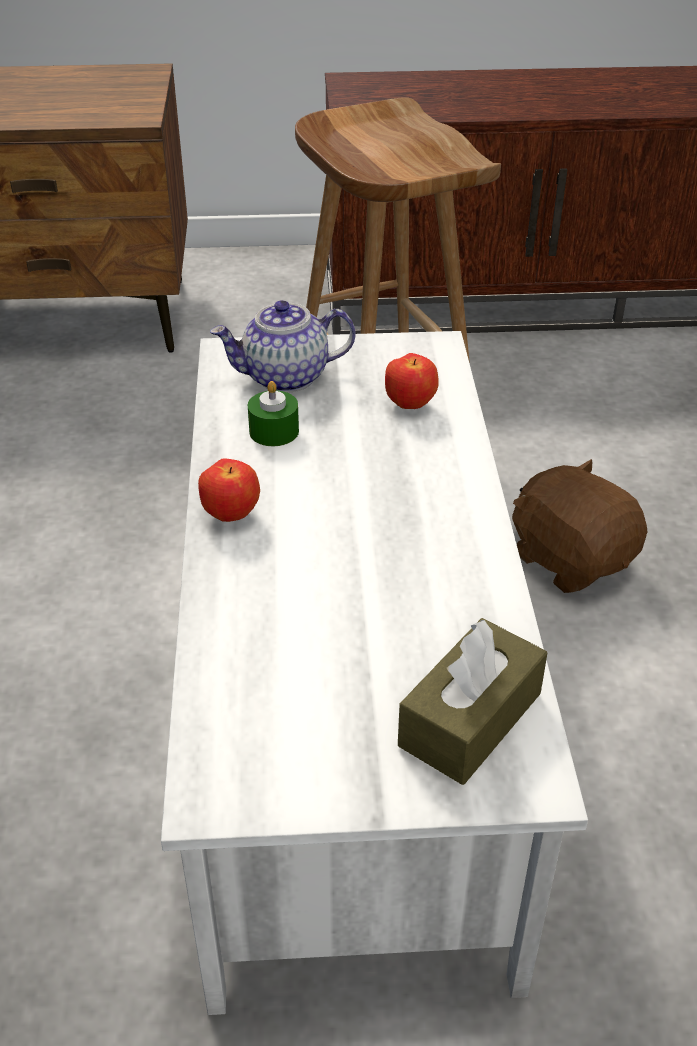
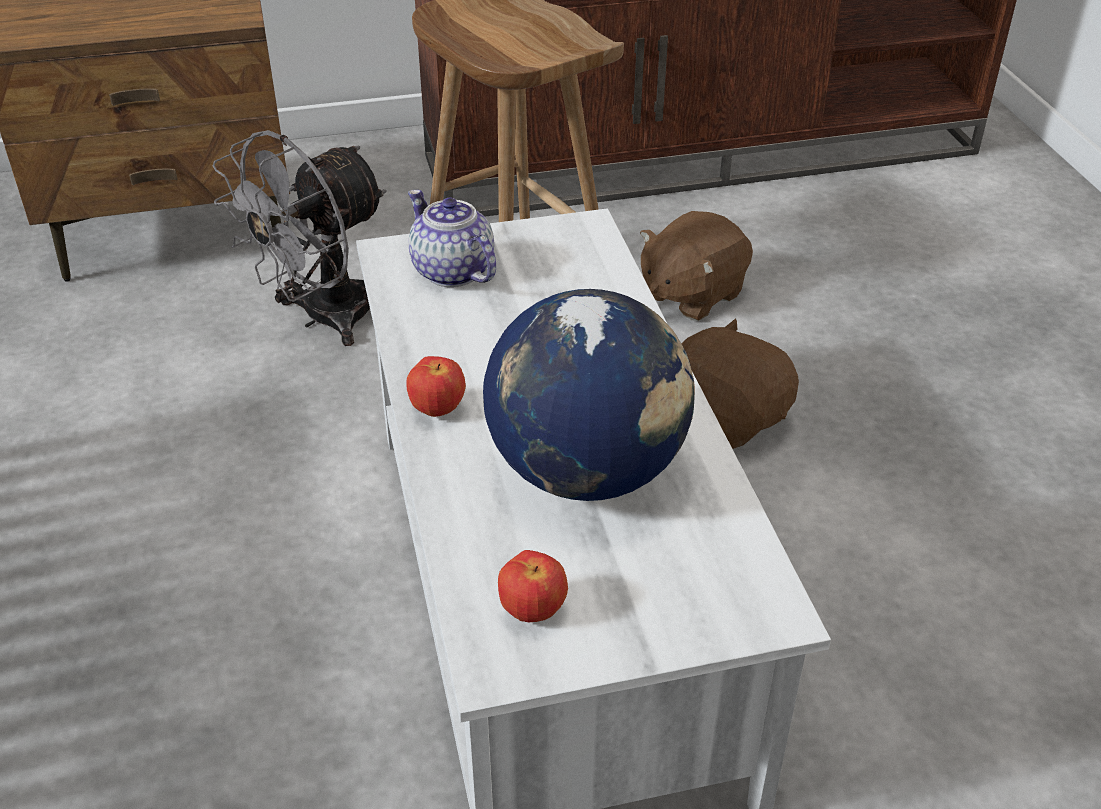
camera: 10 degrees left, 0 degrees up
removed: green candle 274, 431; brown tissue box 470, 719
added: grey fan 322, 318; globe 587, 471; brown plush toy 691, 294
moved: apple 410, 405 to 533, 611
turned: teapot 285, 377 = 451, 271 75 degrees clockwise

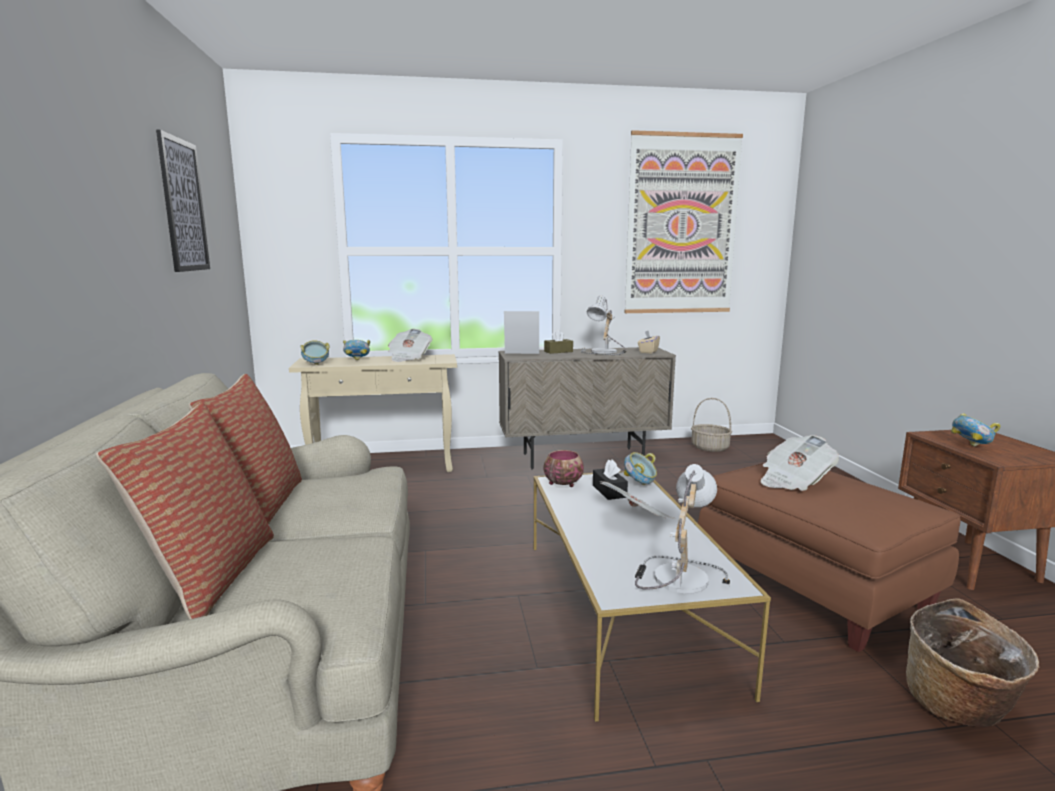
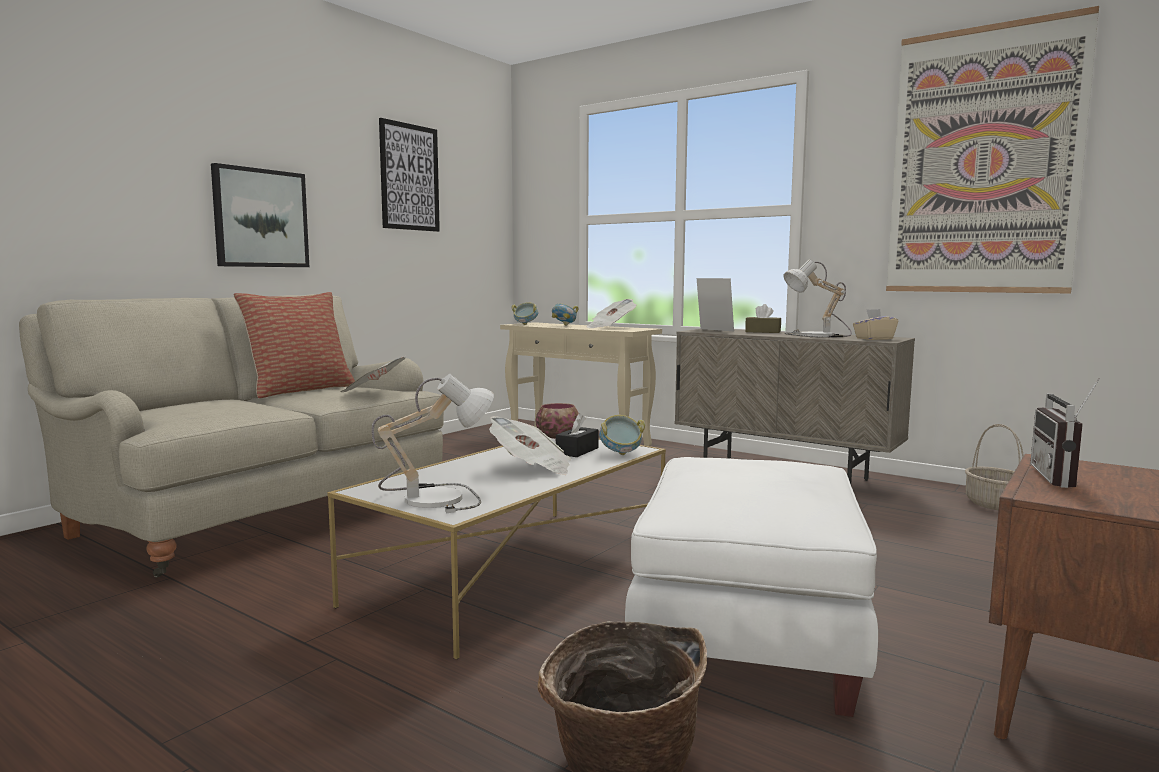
camera: 45 degrees right, 5 degrees down
removed: pillow 210, 576
added: picture 260, 218
moved: newspaper 793, 481 to 373, 393
replaced: bowl 970, 446 to radio 1064, 479
recoloured: brown ottoman 814, 587 to white ottoman 749, 636

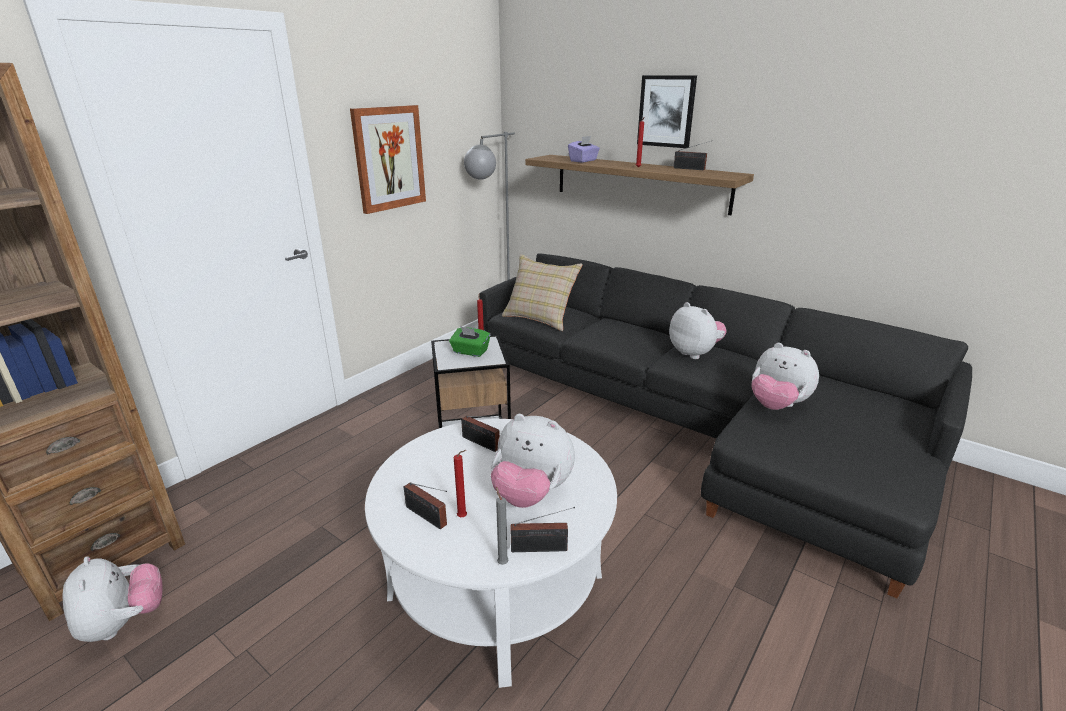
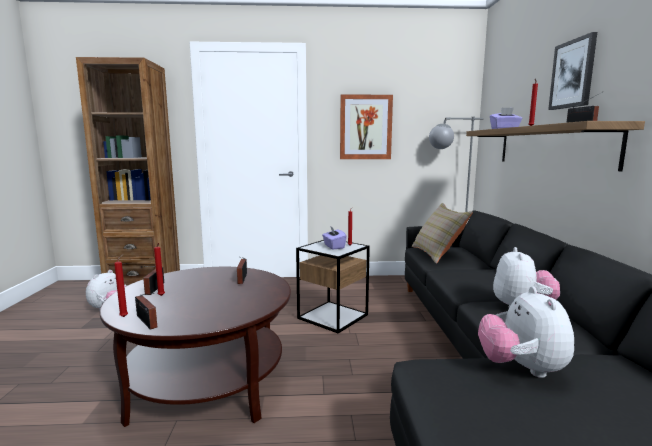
camera: 50 degrees right, 15 degrees down
removed: plush toy 531, 494
recoloured: white coffee table 496, 585 to brown coffee table 207, 383; green tissue box 470, 352 to purple tissue box 333, 246; grey candle 502, 562 to red candle 125, 316

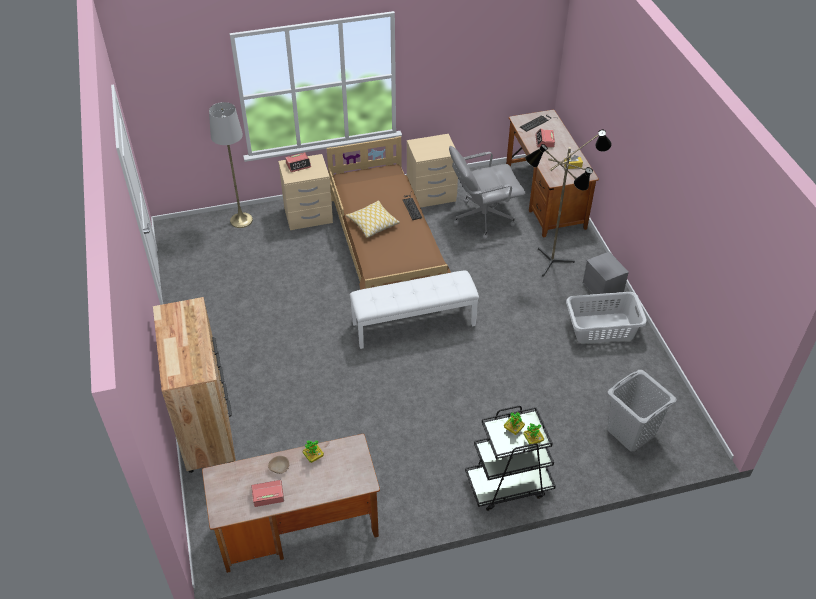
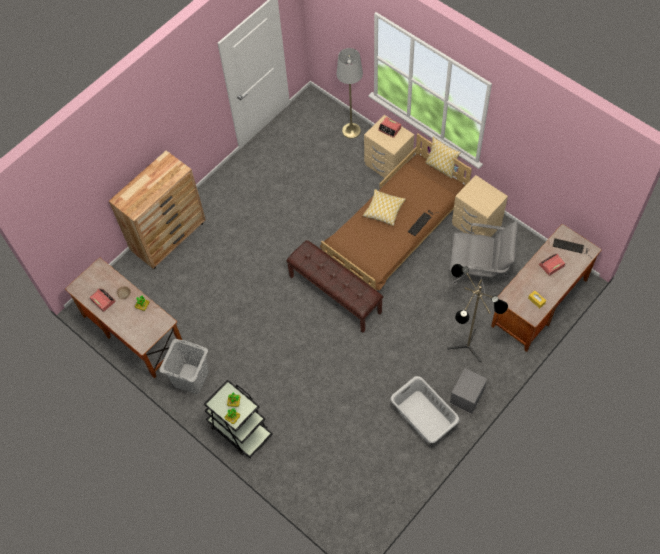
camera: 60 degrees right, 15 degrees up
added: pillow 441, 167
moved: grey laundry basket 631, 432 to 191, 378
recoloured: white bench 414, 323 to brown bench 335, 294
turned: grey office chair 482, 218 = 479, 274 150 degrees clockwise

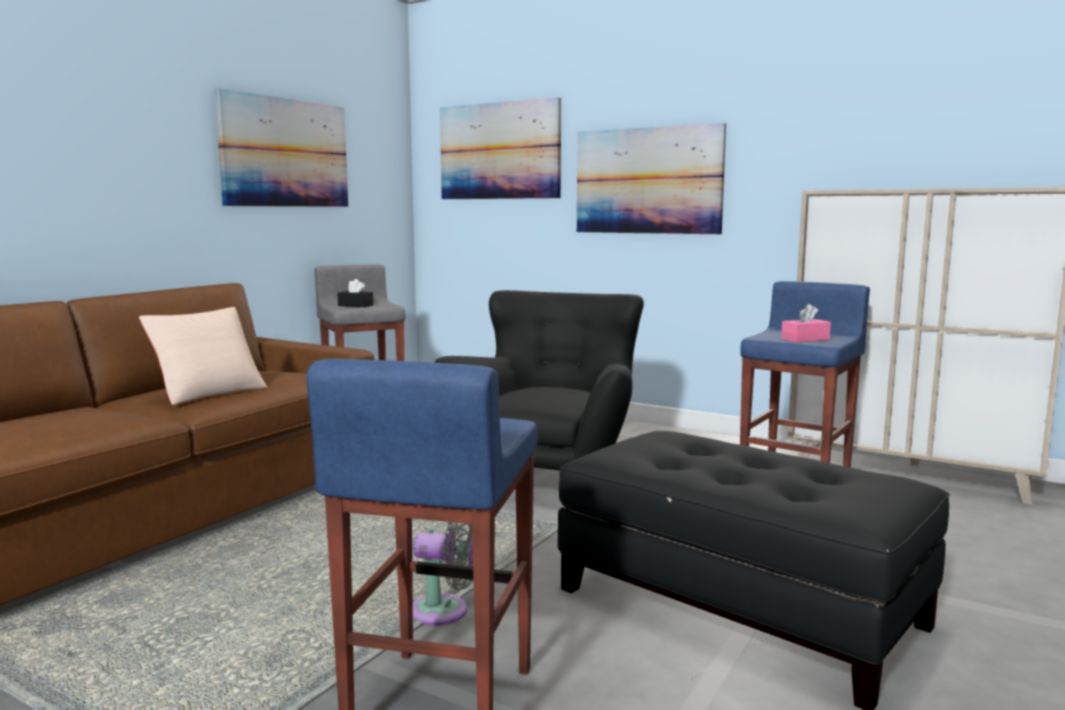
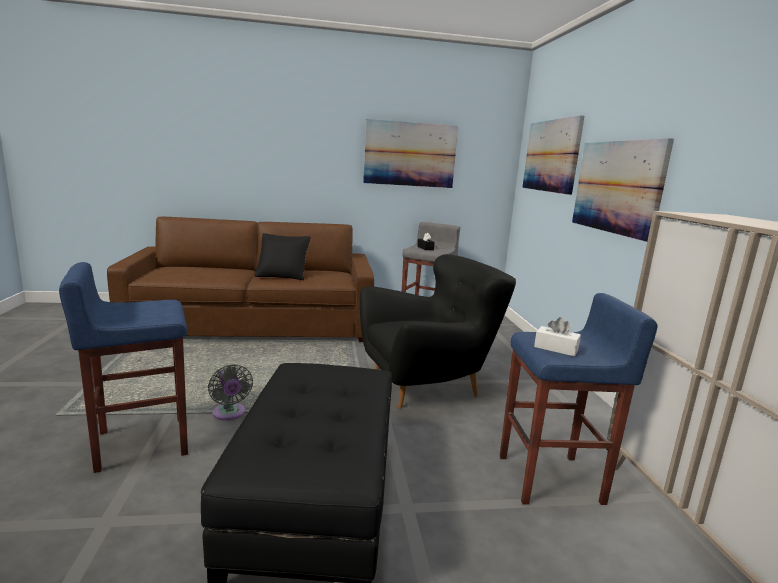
camera: 50 degrees right, 5 degrees up
recoloured: beige pillow 208, 392 to black pillow 283, 275; pink tissue box 805, 339 to white tissue box 556, 348

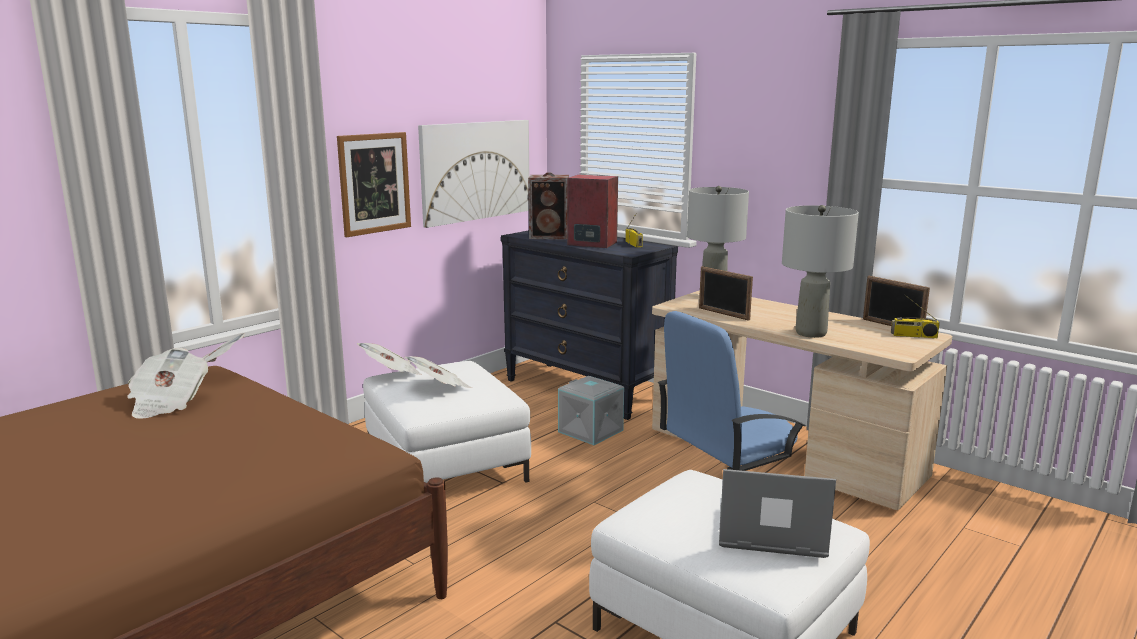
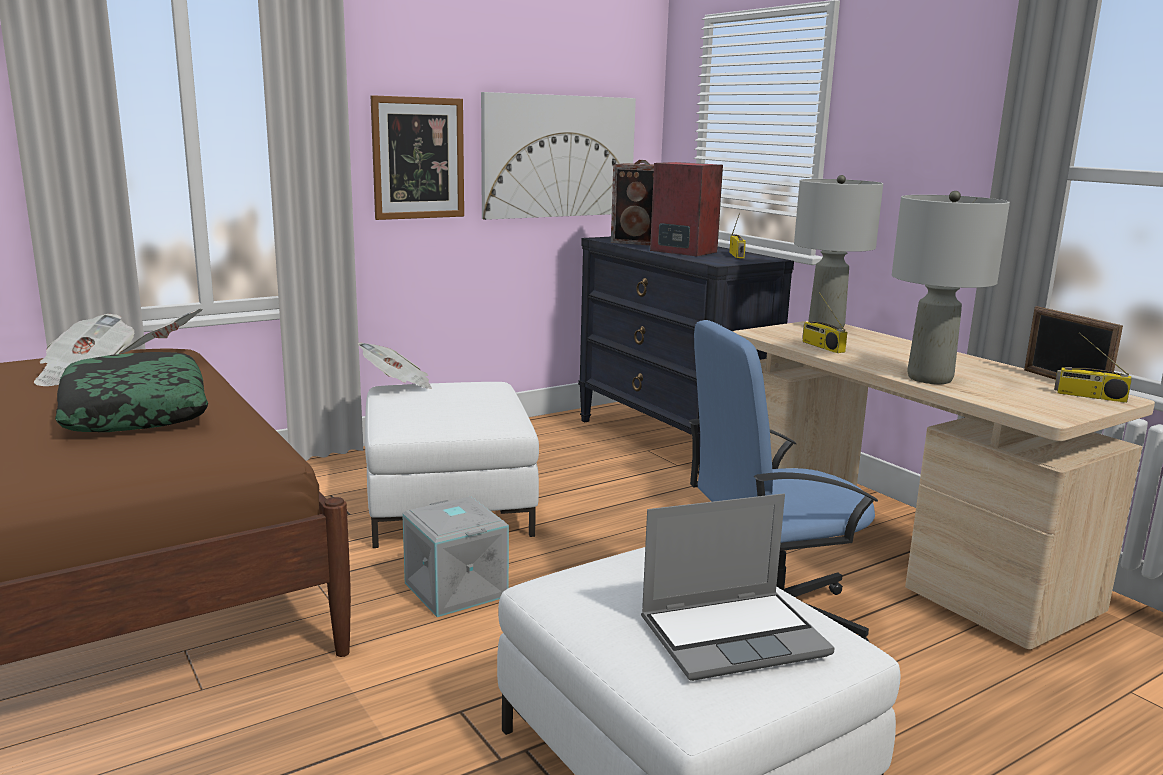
camera: 15 degrees right, 0 degrees up
removed: newspaper 439, 388
added: pillow 134, 411
moved: grey storage box 589, 431 to 454, 590
replaced: picture frame 723, 314 to radio 821, 346
turned: laptop 769, 534 = 734, 636 135 degrees clockwise

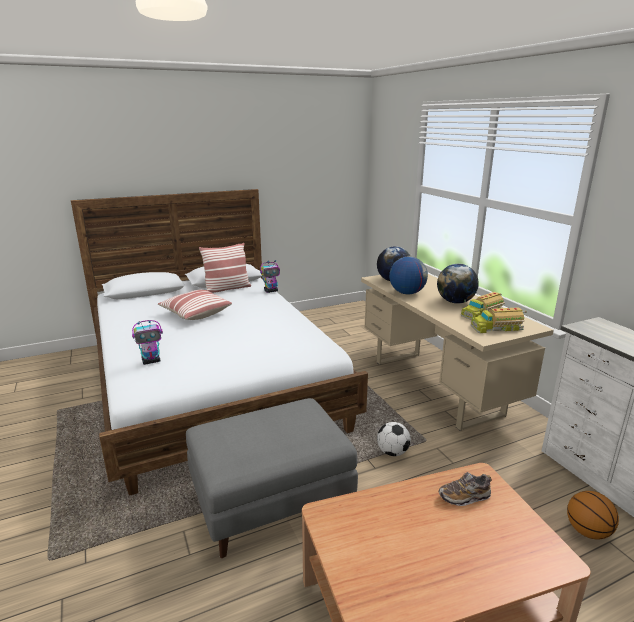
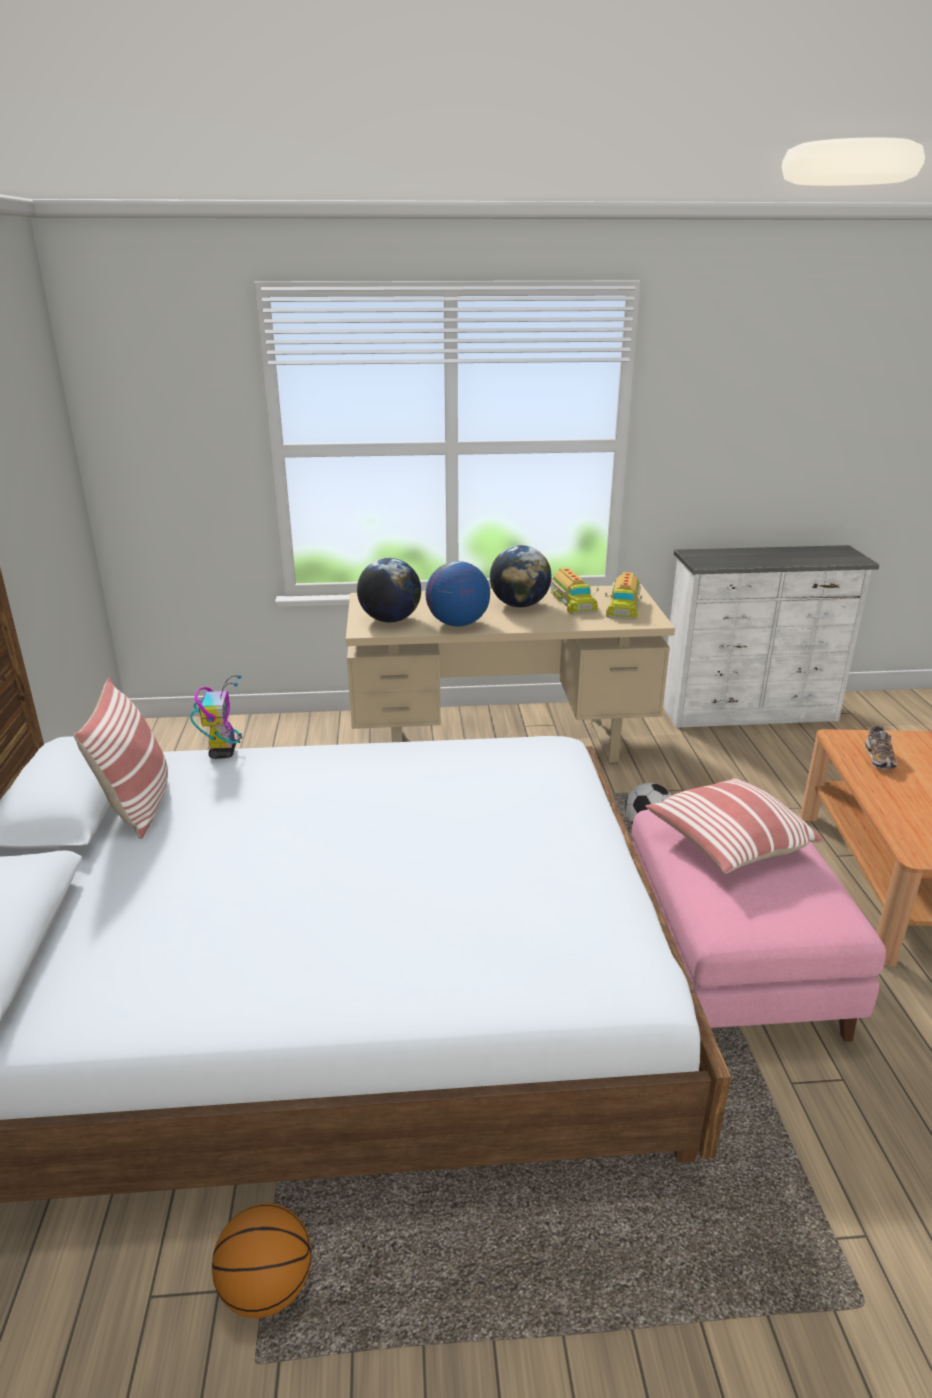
camera: 70 degrees left, 5 degrees up
removed: toy robot 151, 361
moved: pillow 195, 313 to 728, 843; basketball 587, 531 to 267, 1288
recoloured: grey ottoman 272, 499 to pink ottoman 728, 965

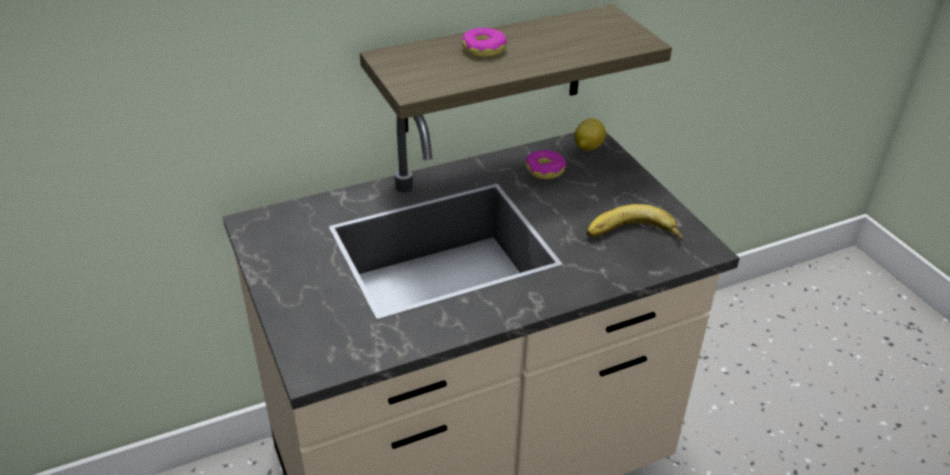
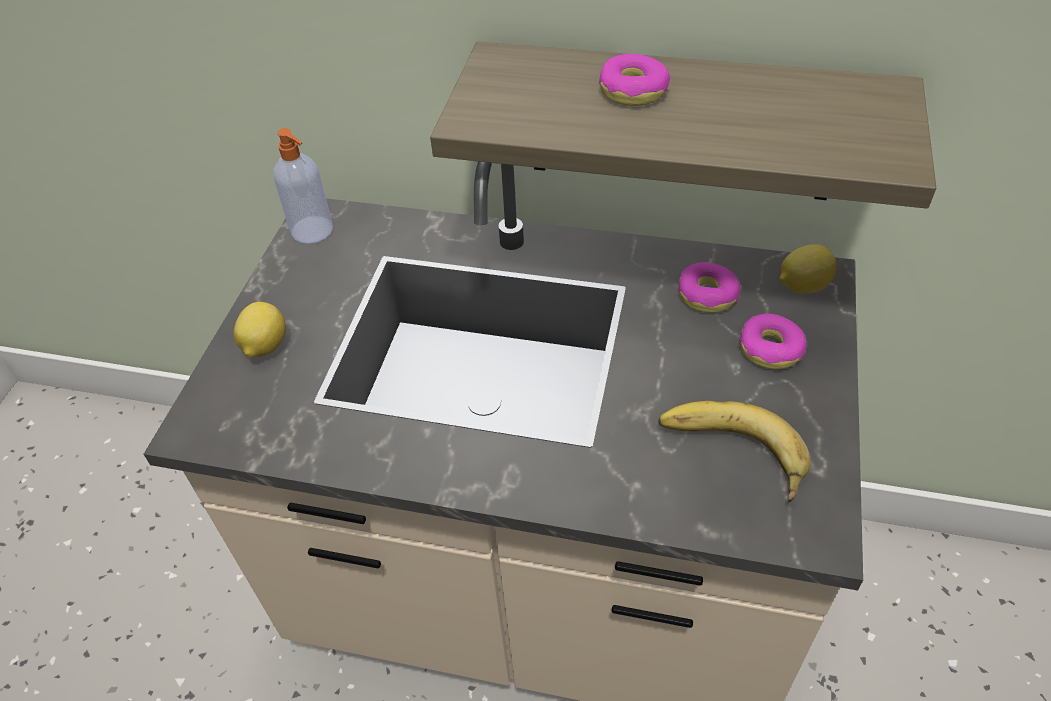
camera: 40 degrees right, 10 degrees up
added: lemon 265, 346; soap dispenser 313, 231; donut 770, 349

